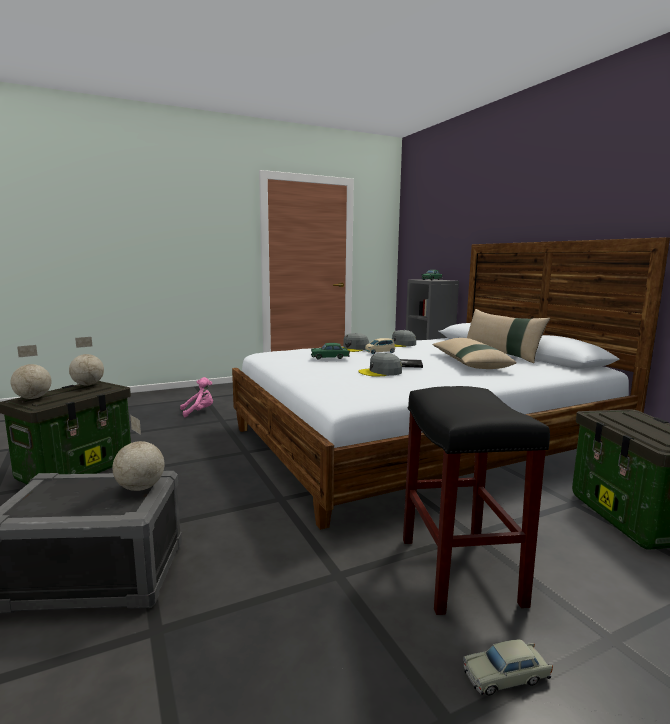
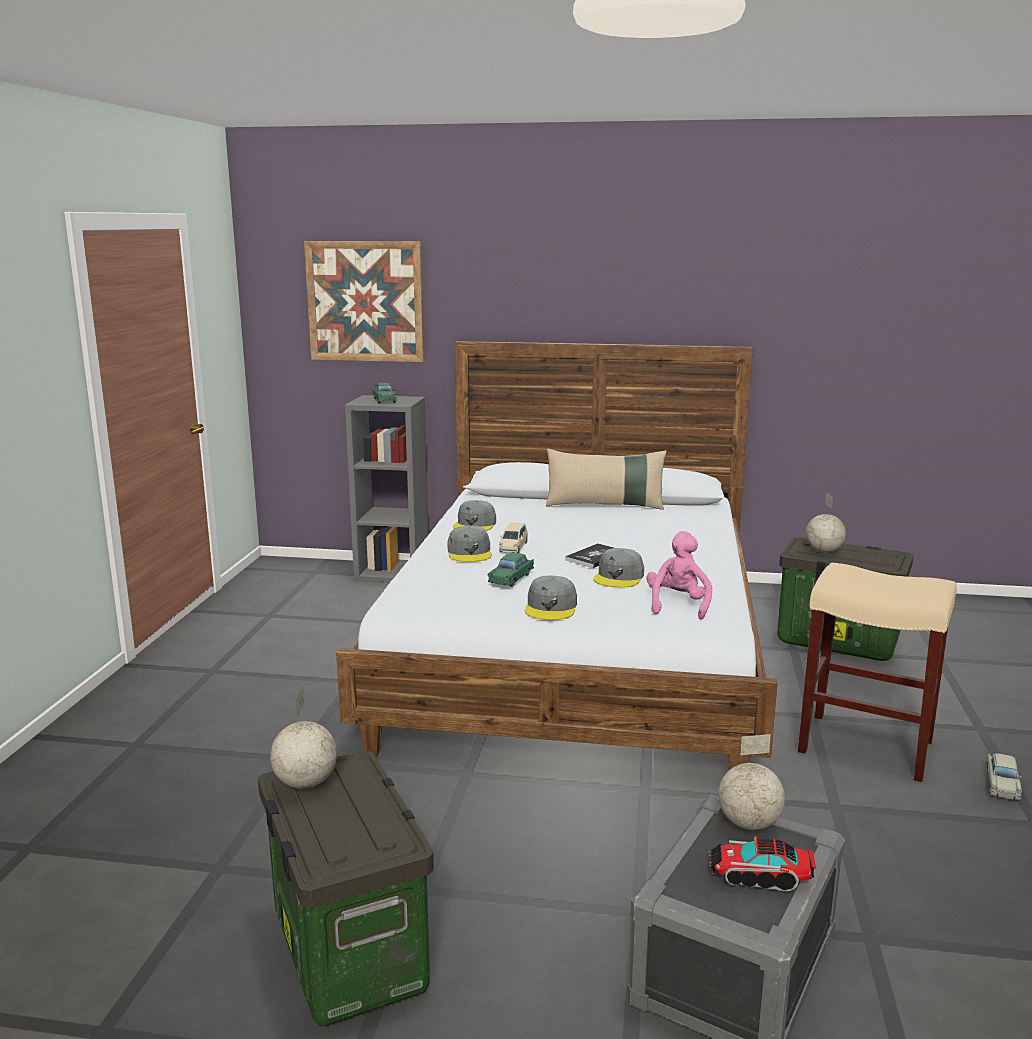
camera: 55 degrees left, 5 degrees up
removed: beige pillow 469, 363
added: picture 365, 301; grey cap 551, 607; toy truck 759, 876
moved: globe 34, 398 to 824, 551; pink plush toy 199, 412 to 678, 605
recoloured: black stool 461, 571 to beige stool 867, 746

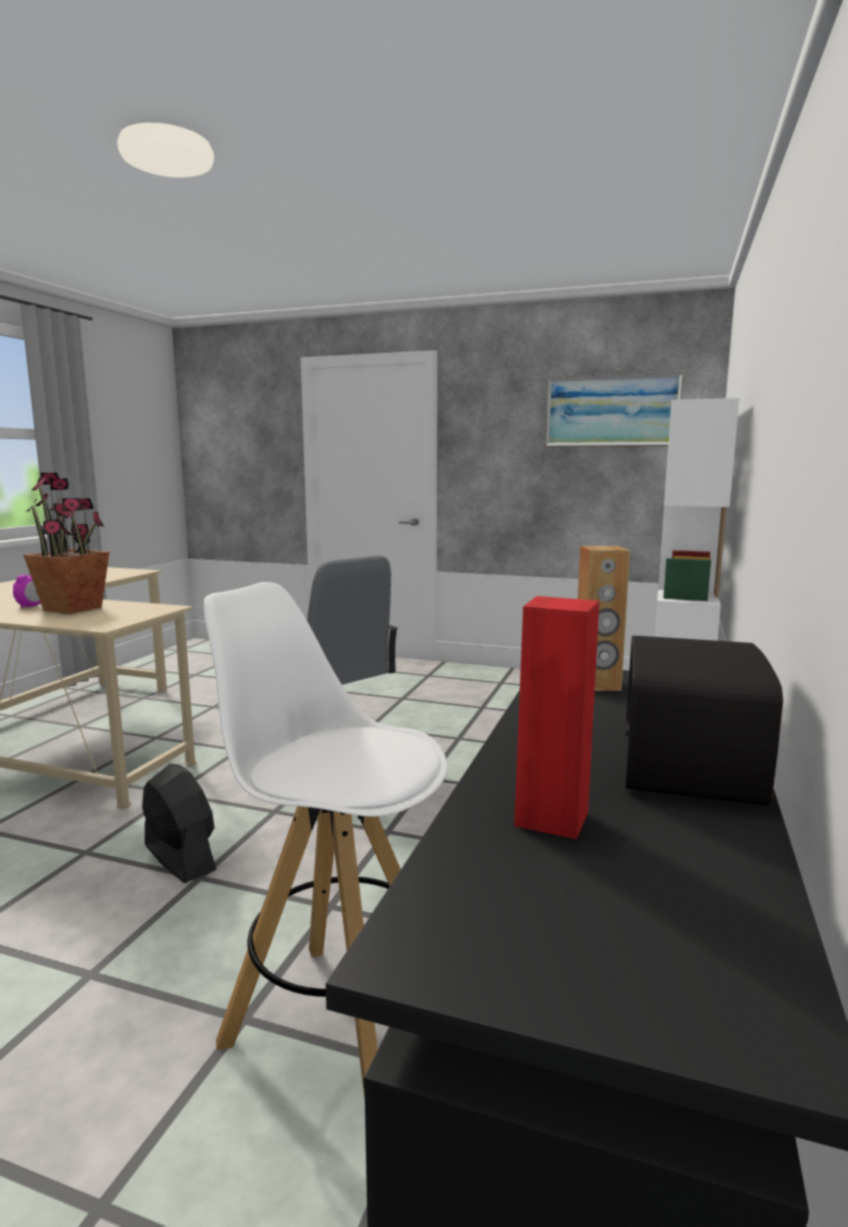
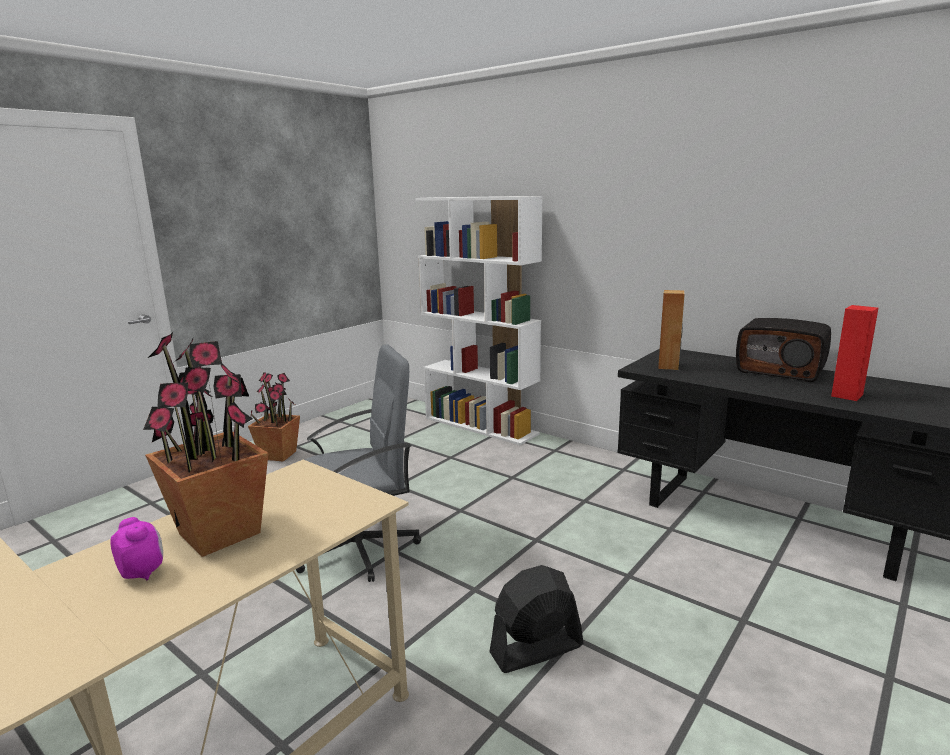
camera: 70 degrees left, 5 degrees up
removed: white stool 338, 1022; picture 612, 411
added: potted plant 278, 455

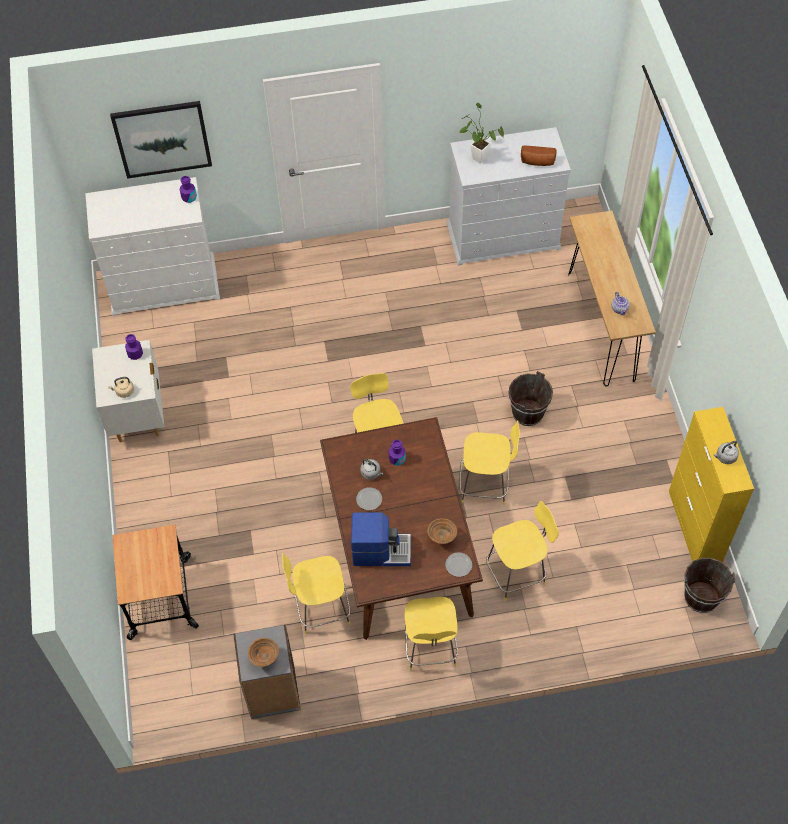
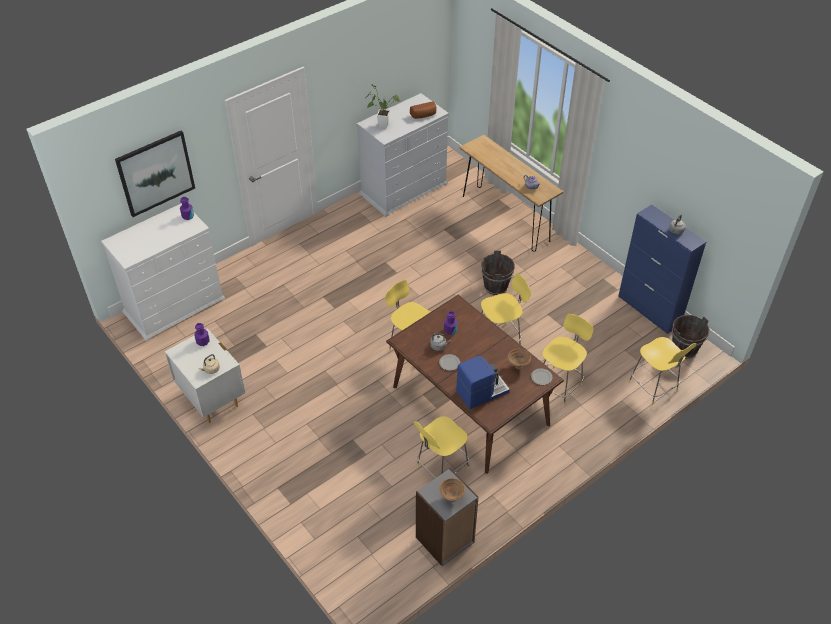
camera: 30 degrees left, 10 degrees down
removed: cart 159, 597
moved: yellow stool 430, 649 to 654, 387
recoloured: yellow cabinet 694, 527 to blue cabinet 649, 310

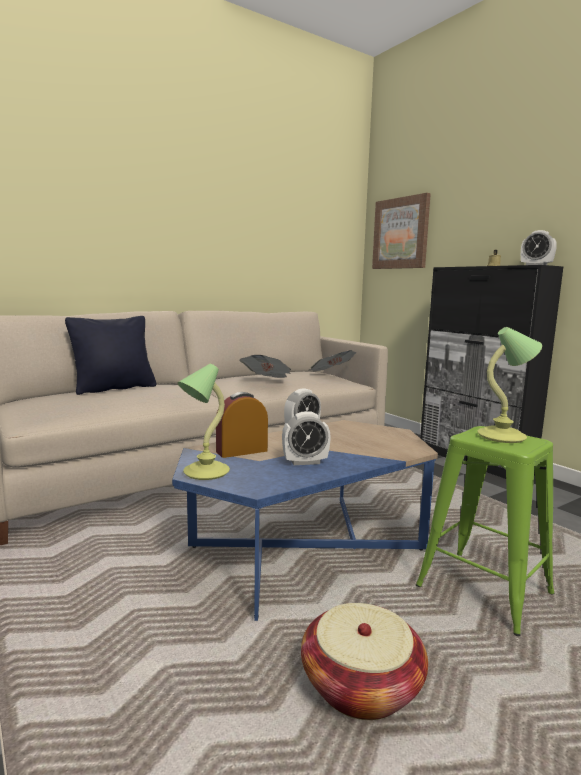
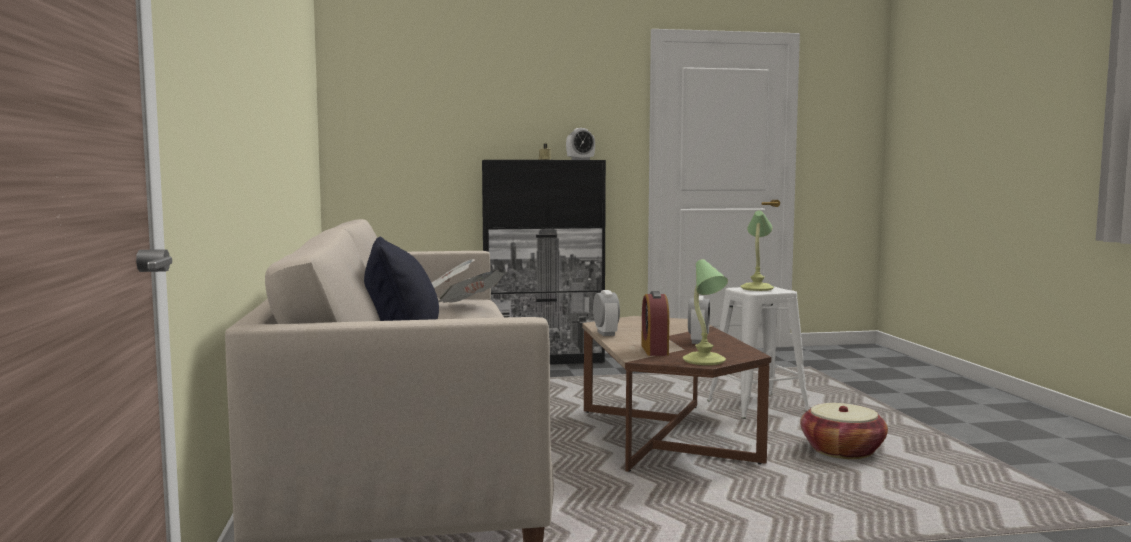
camera: 65 degrees left, 5 degrees down
removed: picture 401, 233
recoloured: blue coffee table 307, 549 to brown coffee table 665, 436; green stool 483, 589 to white stool 756, 406

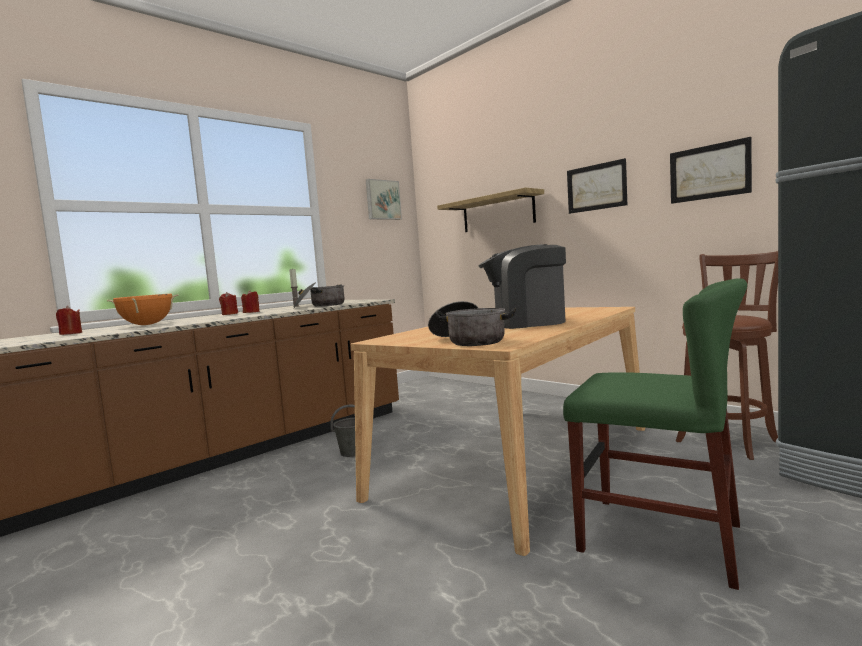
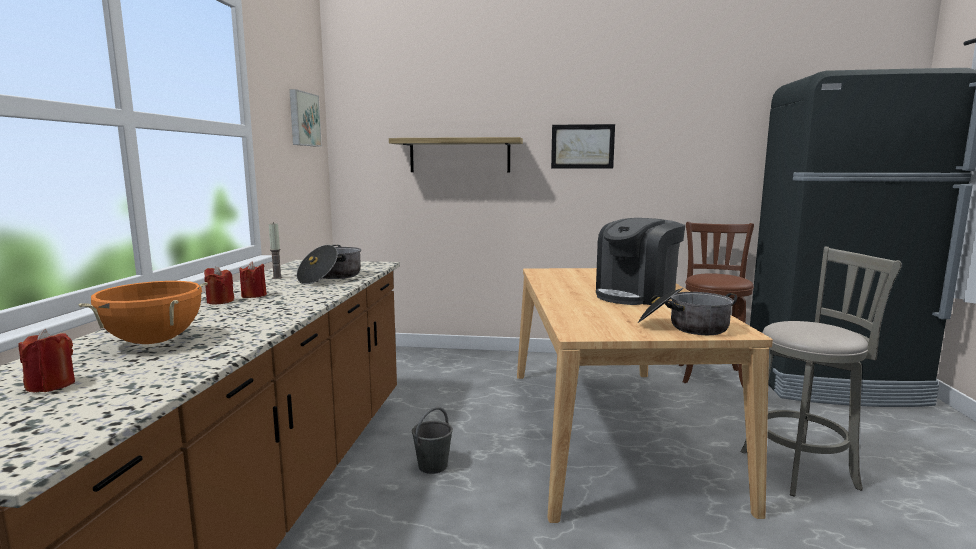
camera: 40 degrees left, 5 degrees up
removed: picture 709, 172
replaced: green chair 659, 538 to grey stool 803, 469

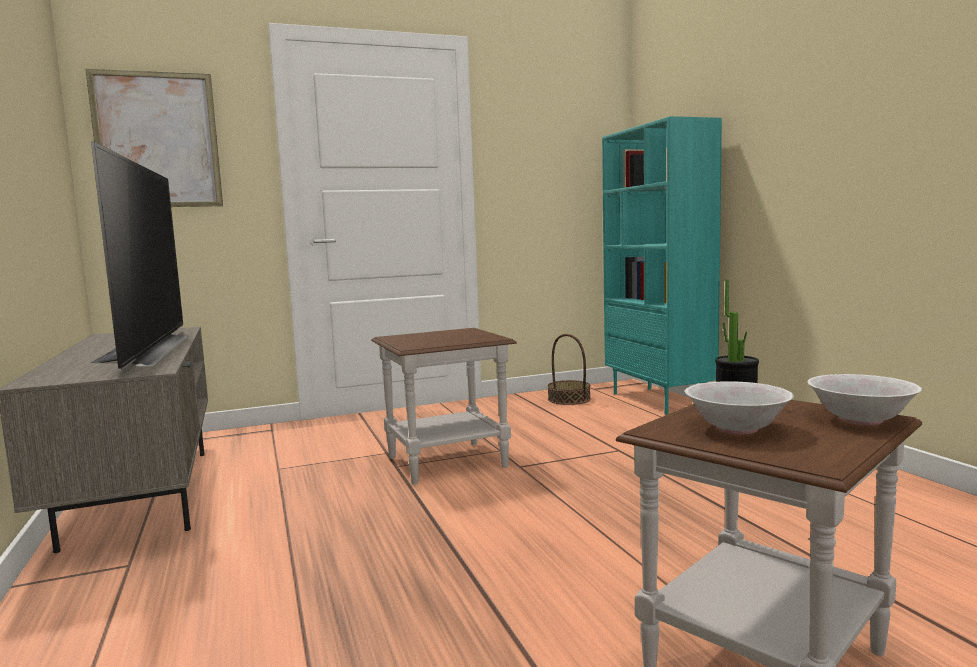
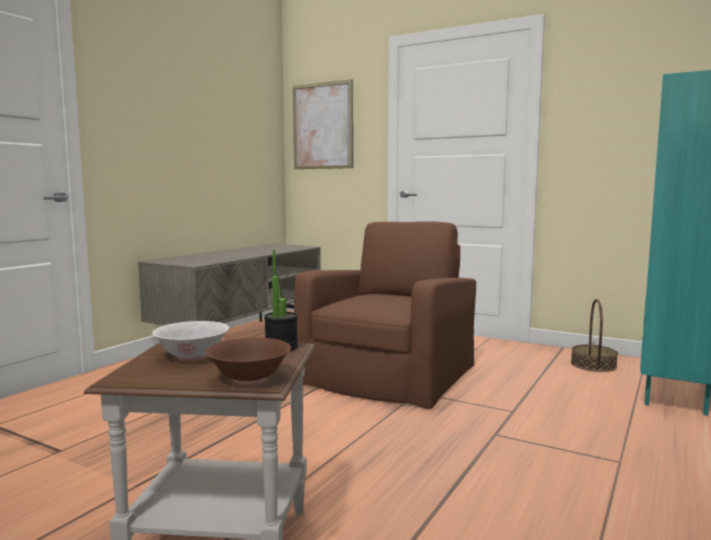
camera: 50 degrees right, 0 degrees up
removed: television 144, 351
replaced: brown side table 448, 462 to brown armchair 388, 373
recoloured: white bowl 861, 420 to brown bowl 249, 378

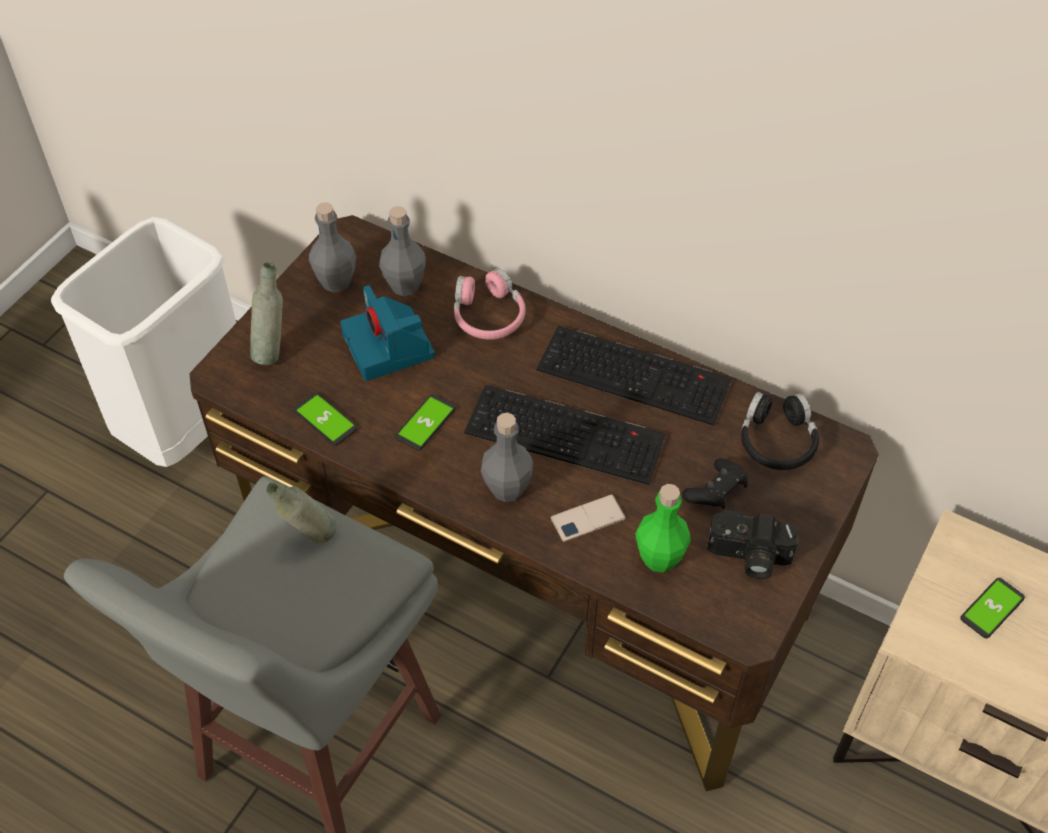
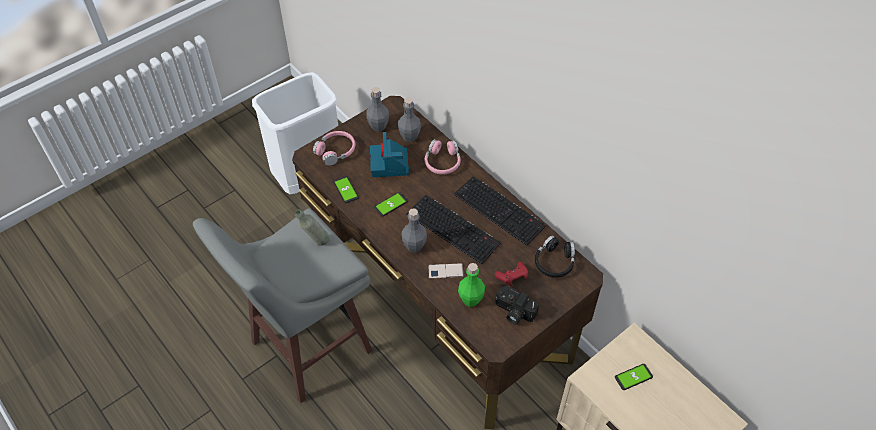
camera: 20 degrees right, 0 degrees up
replaced: grey bottle 273, 351 to pink headphones 335, 151
recoloured: black game controller 716, 492 to red game controller 512, 277

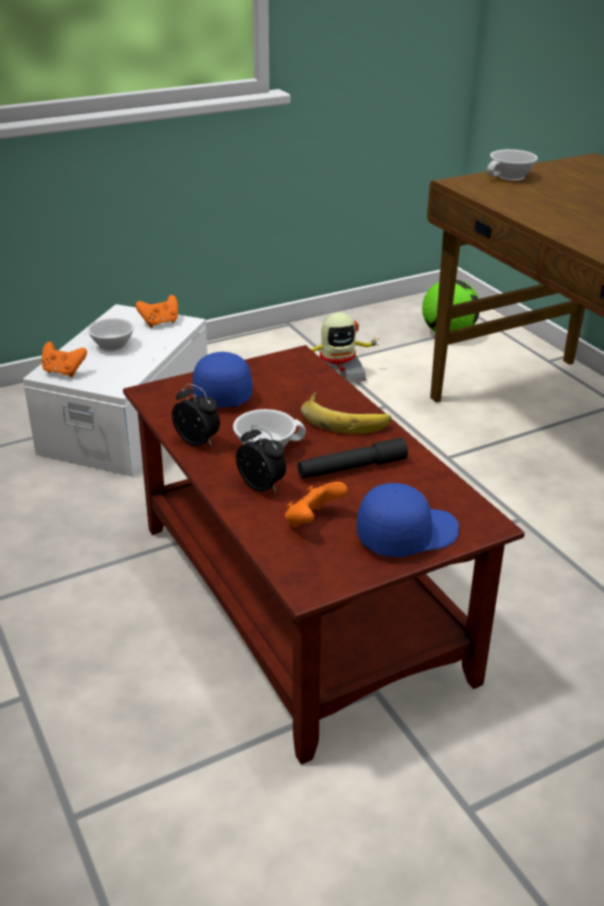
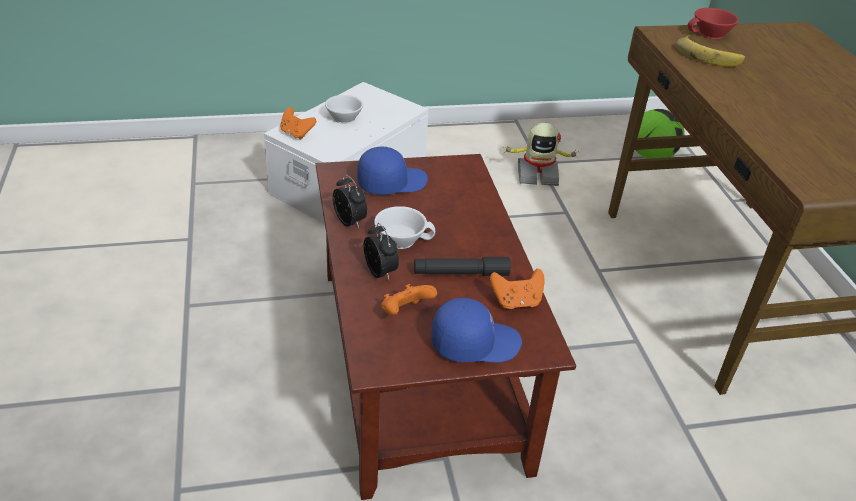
camera: 15 degrees right, 5 degrees up
moved: orange game controller 160, 323 to 516, 302; banana 345, 418 to 708, 55
recoloured: white cup 511, 177 to red cup 711, 34
turned: blue cap 223, 392 = 391, 182 45 degrees clockwise

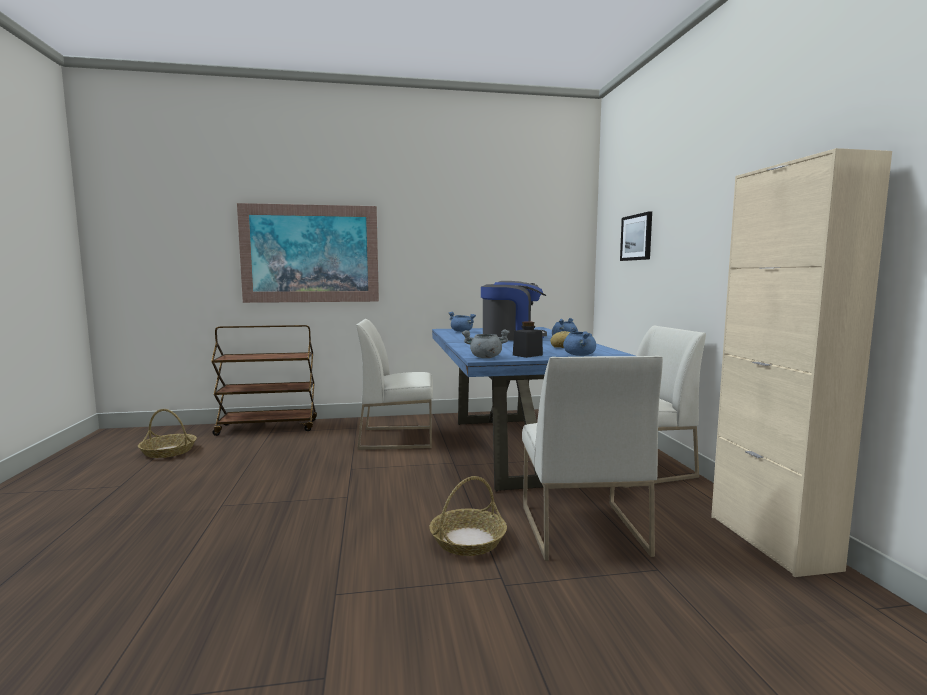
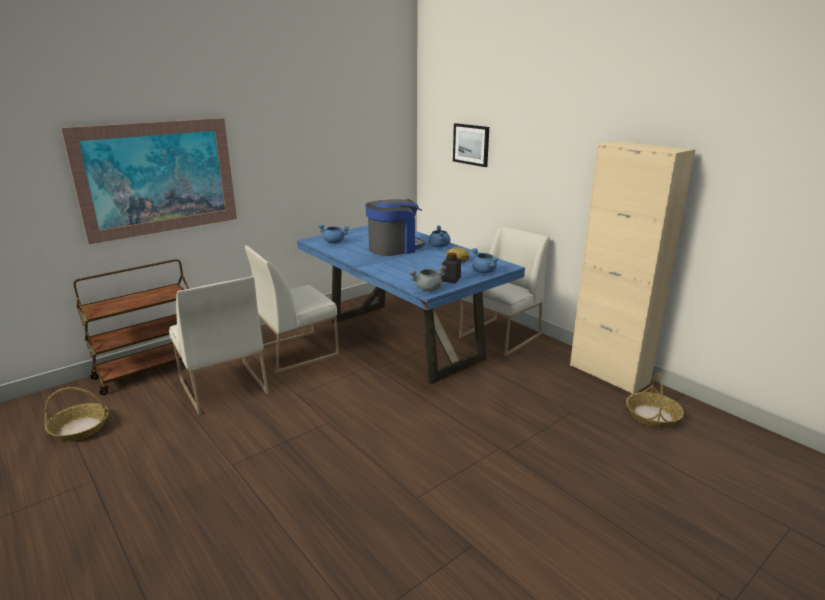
camera: 30 degrees left, 15 degrees up
moved: basket 468, 540 to 652, 415; white chair 580, 529 to 222, 387

